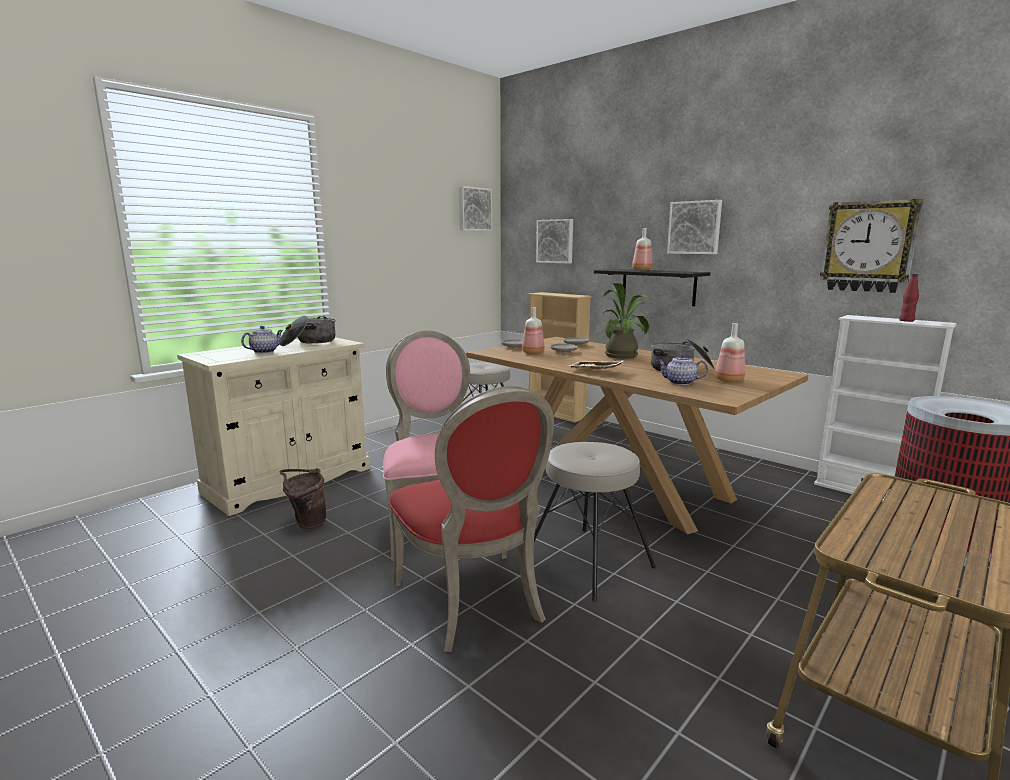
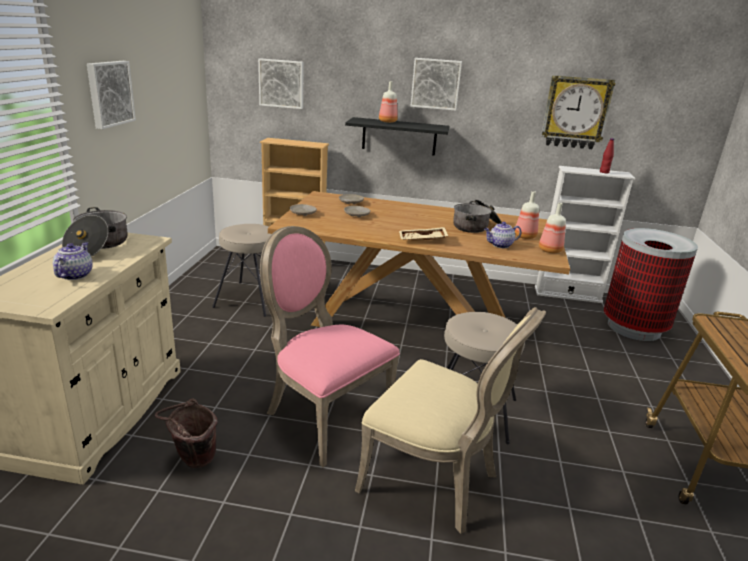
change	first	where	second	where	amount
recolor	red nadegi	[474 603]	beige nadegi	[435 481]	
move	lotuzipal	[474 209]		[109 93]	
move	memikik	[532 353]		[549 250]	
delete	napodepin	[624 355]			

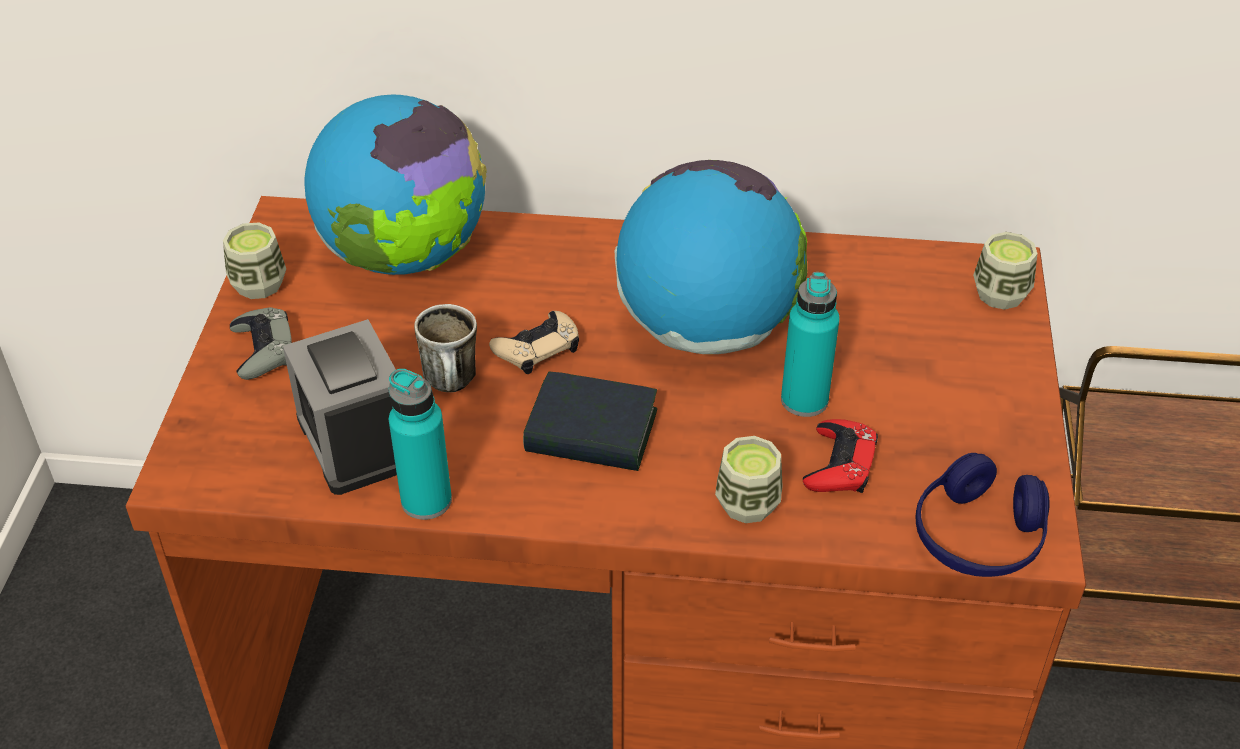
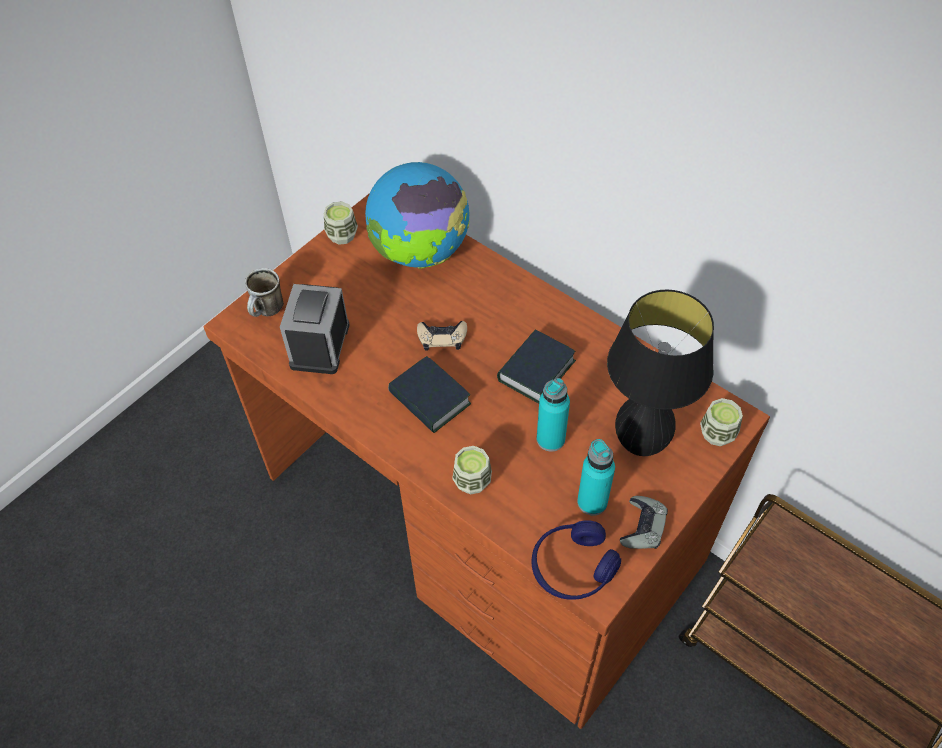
change	first	where	second	where	amount
move	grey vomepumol	[263 350]		[643 527]	
move	turquoise memikik	[426 500]		[592 502]	
move	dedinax	[454 385]		[268 312]	
replace	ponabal	[707 329]	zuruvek	[536 371]	
delete	red vomepumol	[839 464]			
insert			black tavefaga	[640 443]	

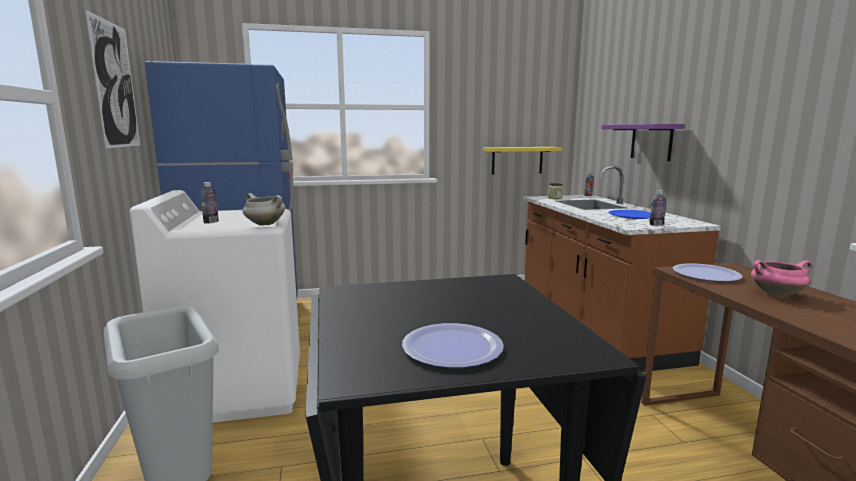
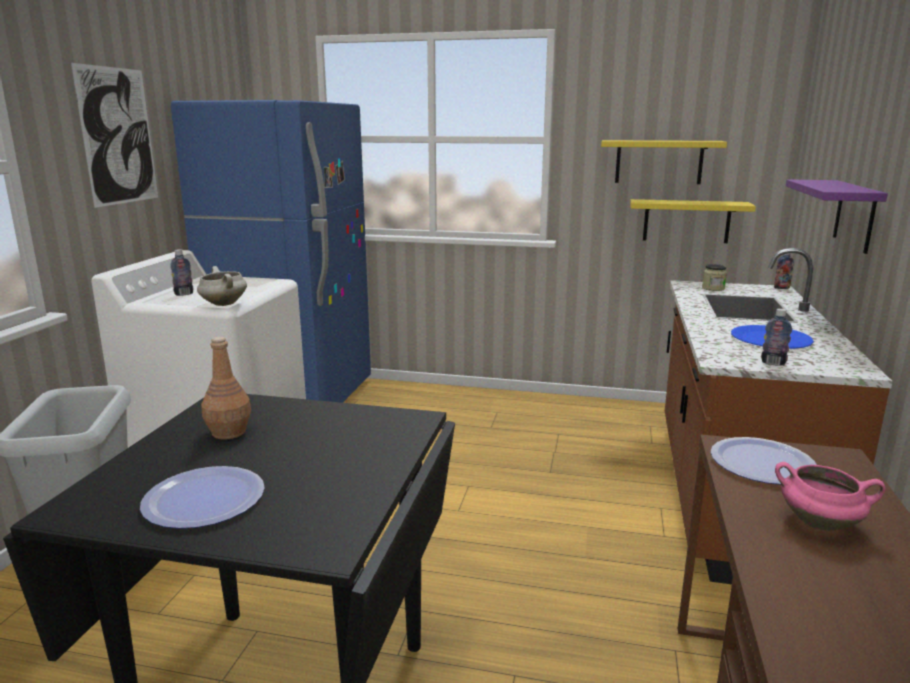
change	first	where	second	where	amount
insert			brown memikik	[228 432]	
insert			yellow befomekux	[659 162]	

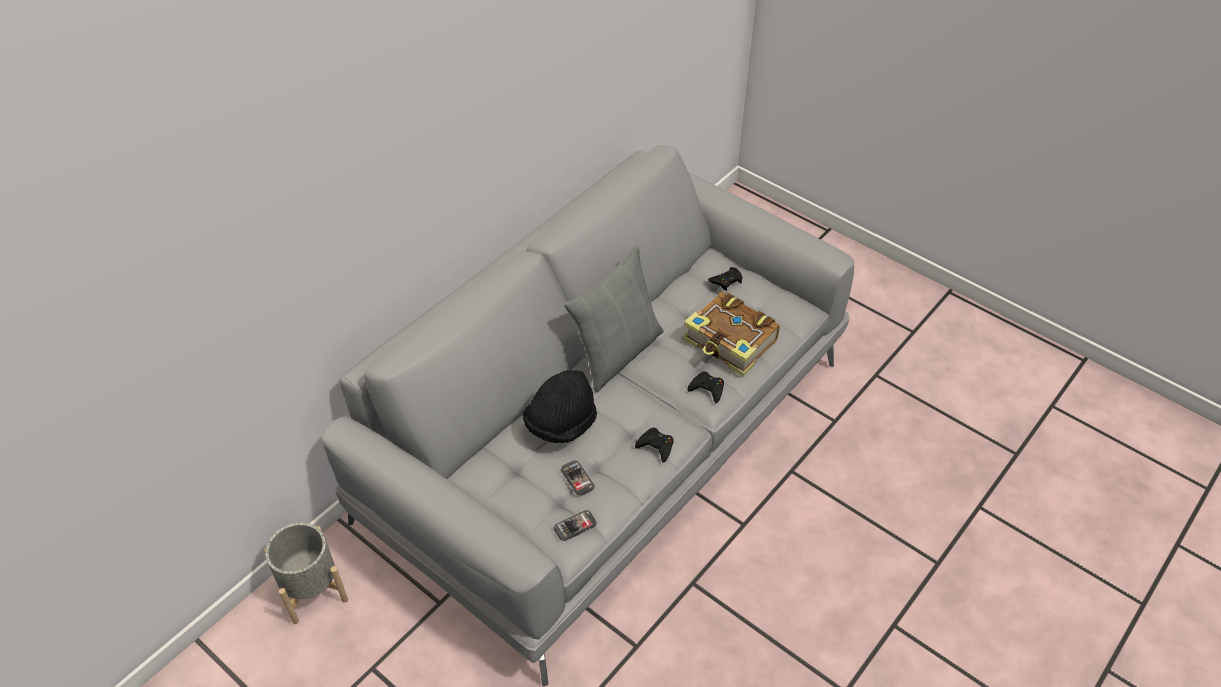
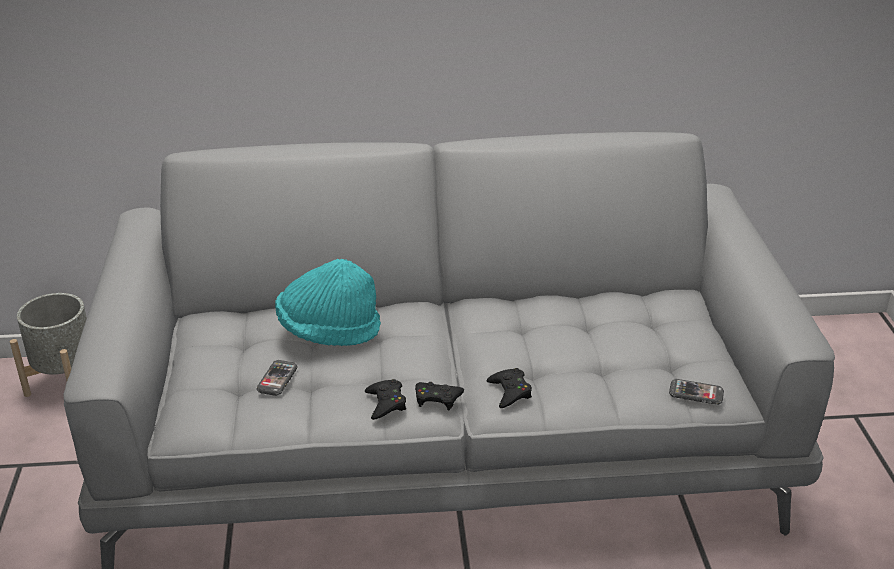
change	first	where	second	where	amount
recolor	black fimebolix	[561 424]	turquoise fimebolix	[328 331]	
move	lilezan	[575 526]		[696 393]	
delete	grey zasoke	[617 353]			
delete	zuruvek	[730 343]			
move	black vomepumol	[726 281]		[437 398]	

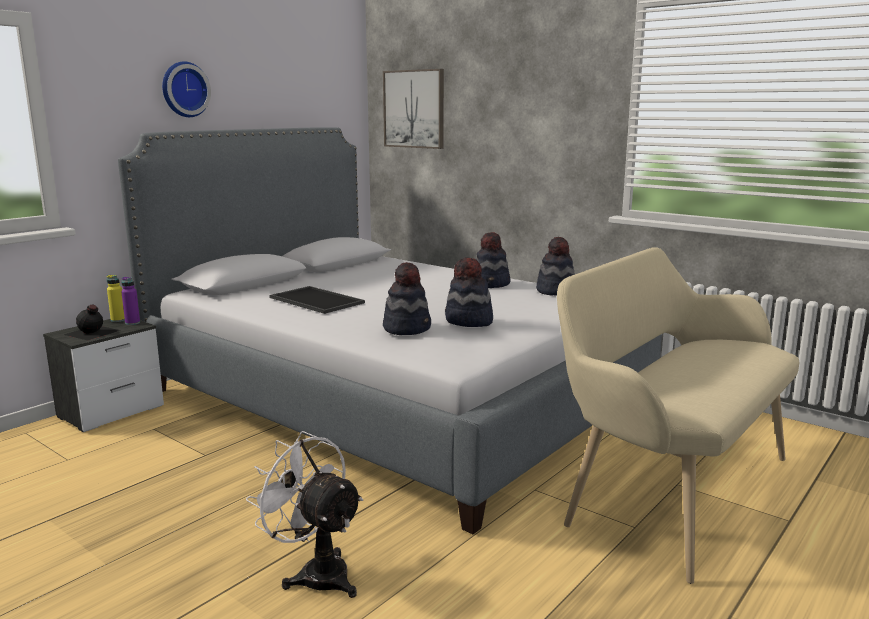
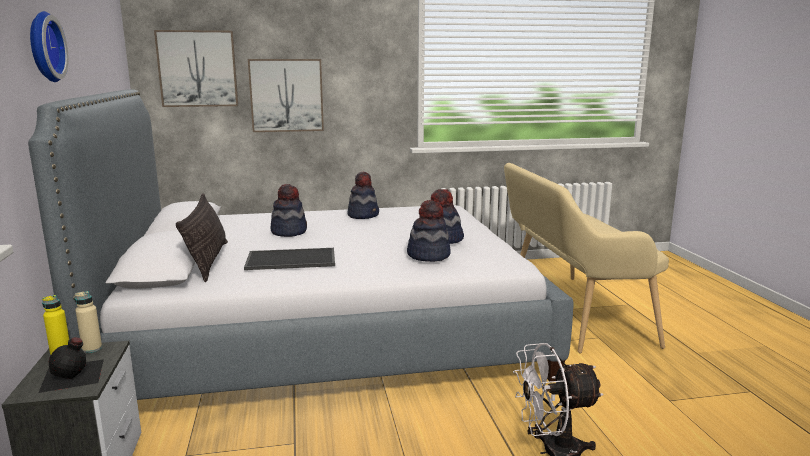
change	first	where	second	where	amount
recolor	purple memikik	[132 323]	beige memikik	[92 348]	
move	fimebolix	[556 291]		[289 232]	
insert			zasoke	[208 261]	
insert			lotuzipal	[286 95]	

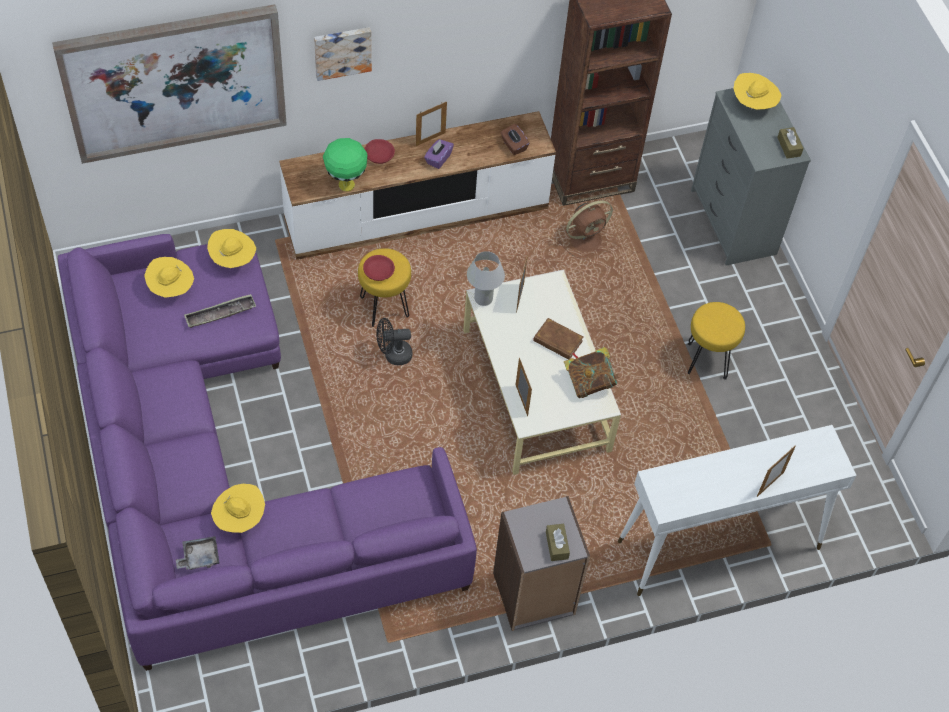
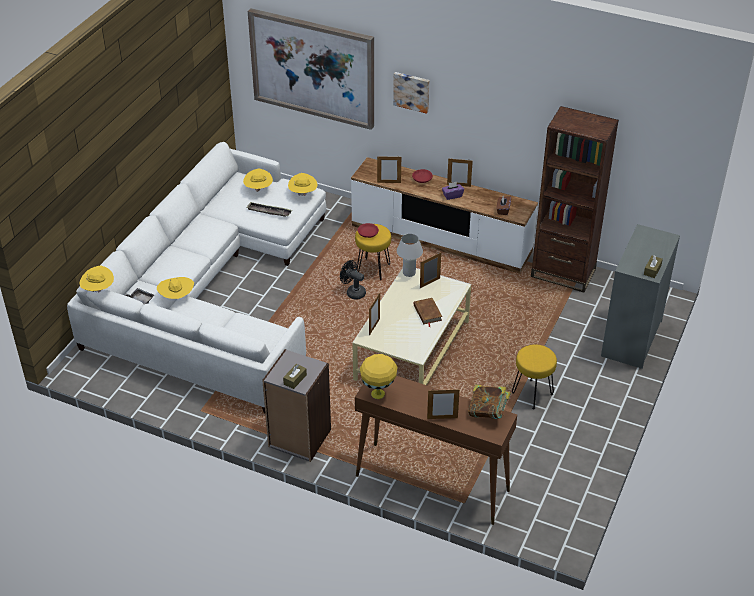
change	first	where	second	where	amount
recolor	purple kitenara	[224 471]	white kitenara	[210 293]	
replace	green tavefaga	[346 184]	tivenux	[389 182]	
delete	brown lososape	[587 239]			
move	zuruvek	[589 382]		[488 412]	
recolor	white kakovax	[718 545]	brown kakovax	[431 483]	
move	yellow fimebolix	[753 104]		[98 290]	
insert			yellow tavefaga	[378 394]	

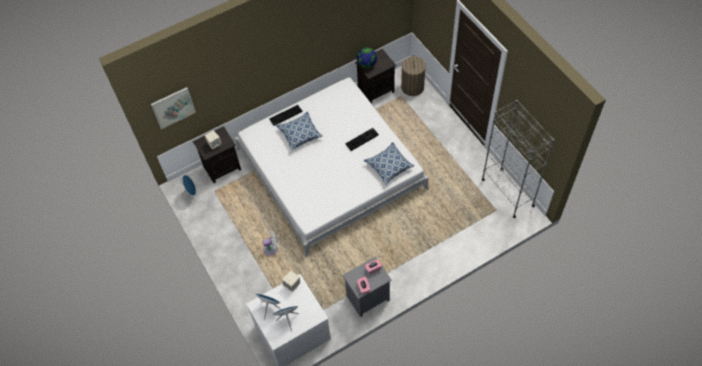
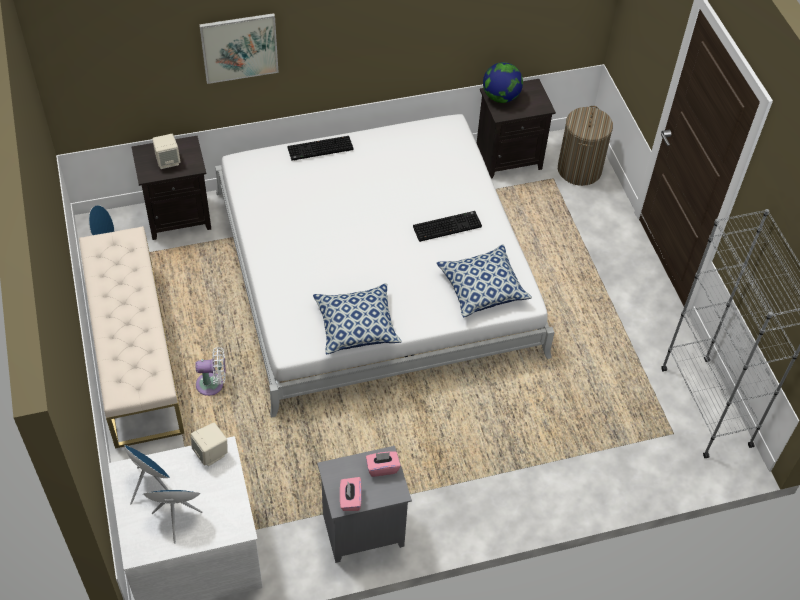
change	first	where	second	where	amount
move	lotuzipal	[173 107]		[239 47]	
move	zasoke	[300 134]		[357 326]	
insert			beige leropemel	[134 352]	

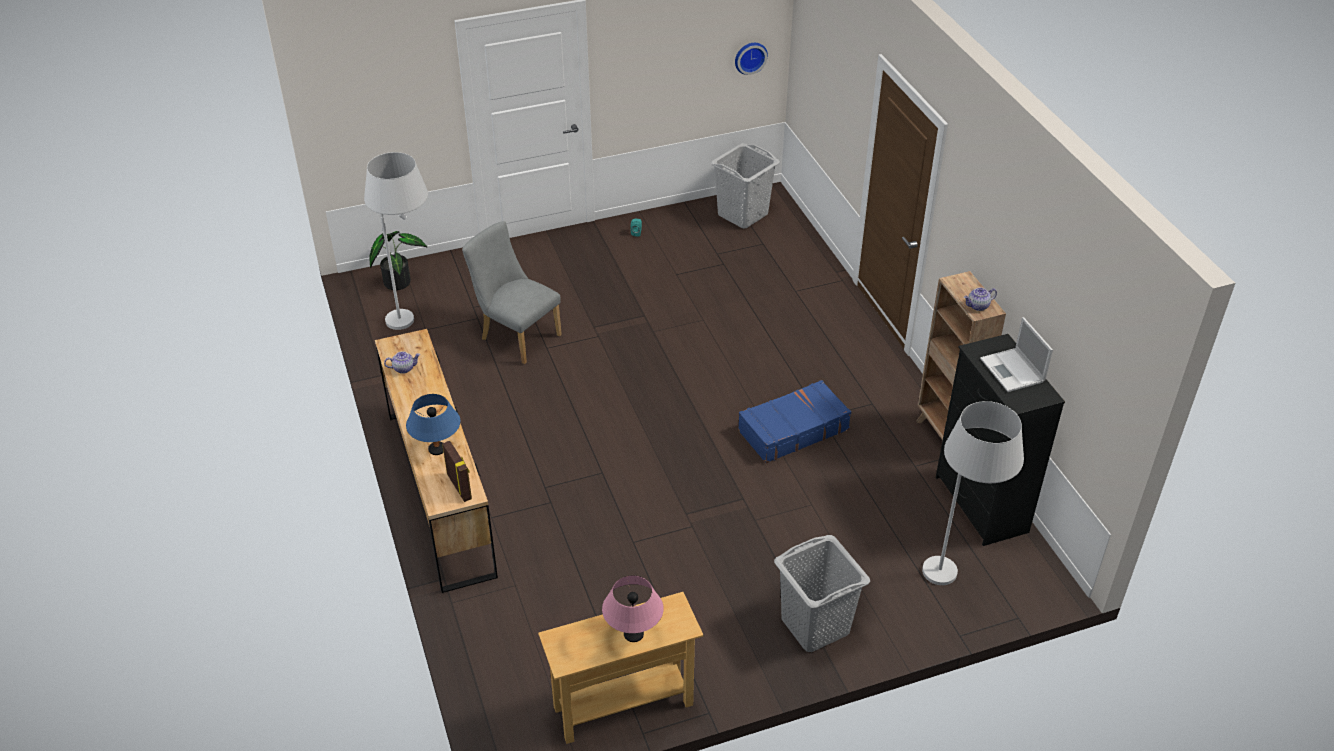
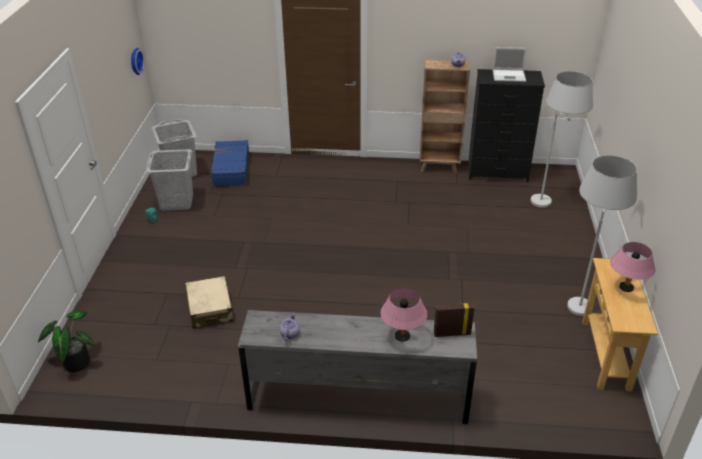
change	first	where	second	where	amount
move	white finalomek	[416 320]		[581 298]	
recolor	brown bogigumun	[440 492]	grey bogigumun	[358 398]	
recolor	blue tavefaga	[437 449]	pink tavefaga	[402 336]	
replace	grey nadegi	[516 335]	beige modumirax	[210 309]	
move	blue modumirax	[792 430]		[231 169]	
move	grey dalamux	[815 626]		[177 202]	

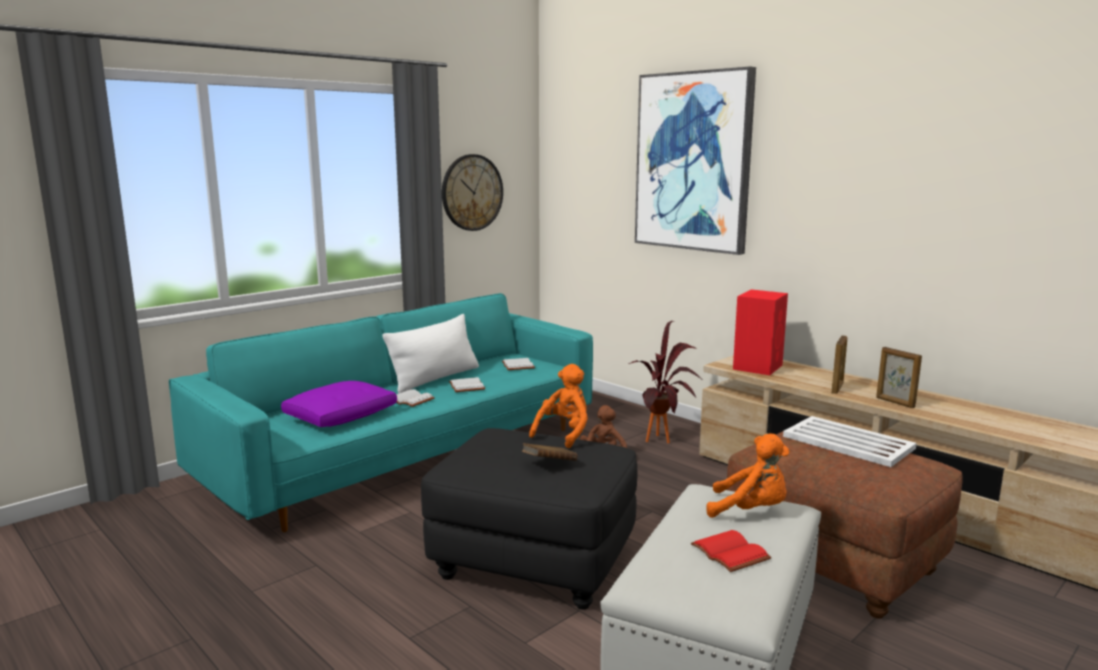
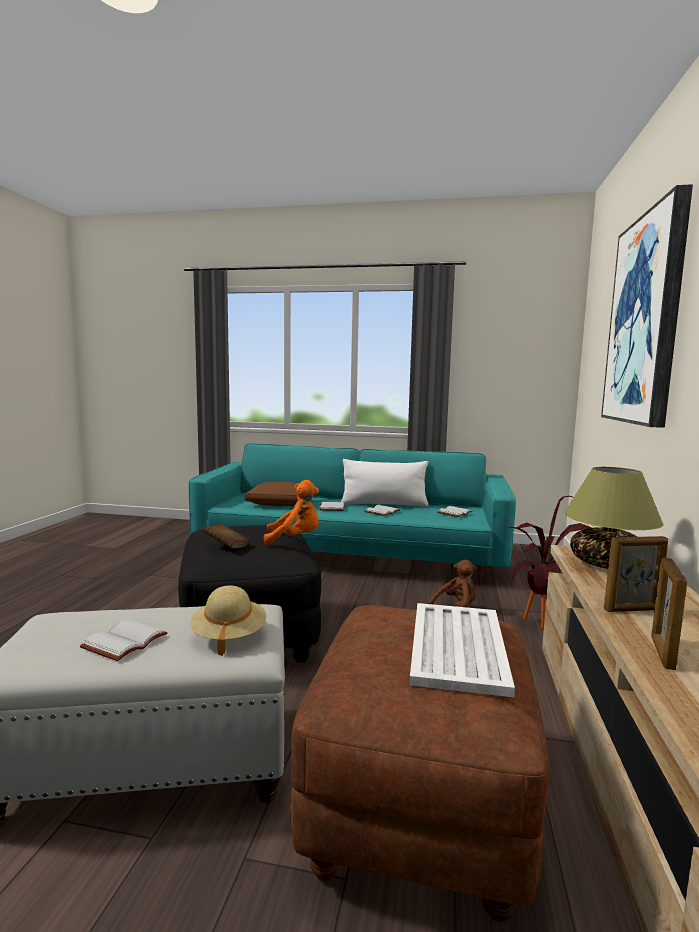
change	first	where	second	where	amount
recolor	purple zasoke	[342 417]	brown zasoke	[282 504]	
delete	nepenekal	[472 192]			
recolor	red zuruvek	[732 553]	white zuruvek	[125 643]	
replace	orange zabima	[750 511]	beige fimebolix	[229 636]	
replace	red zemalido	[758 367]	tavefaga	[607 563]	

